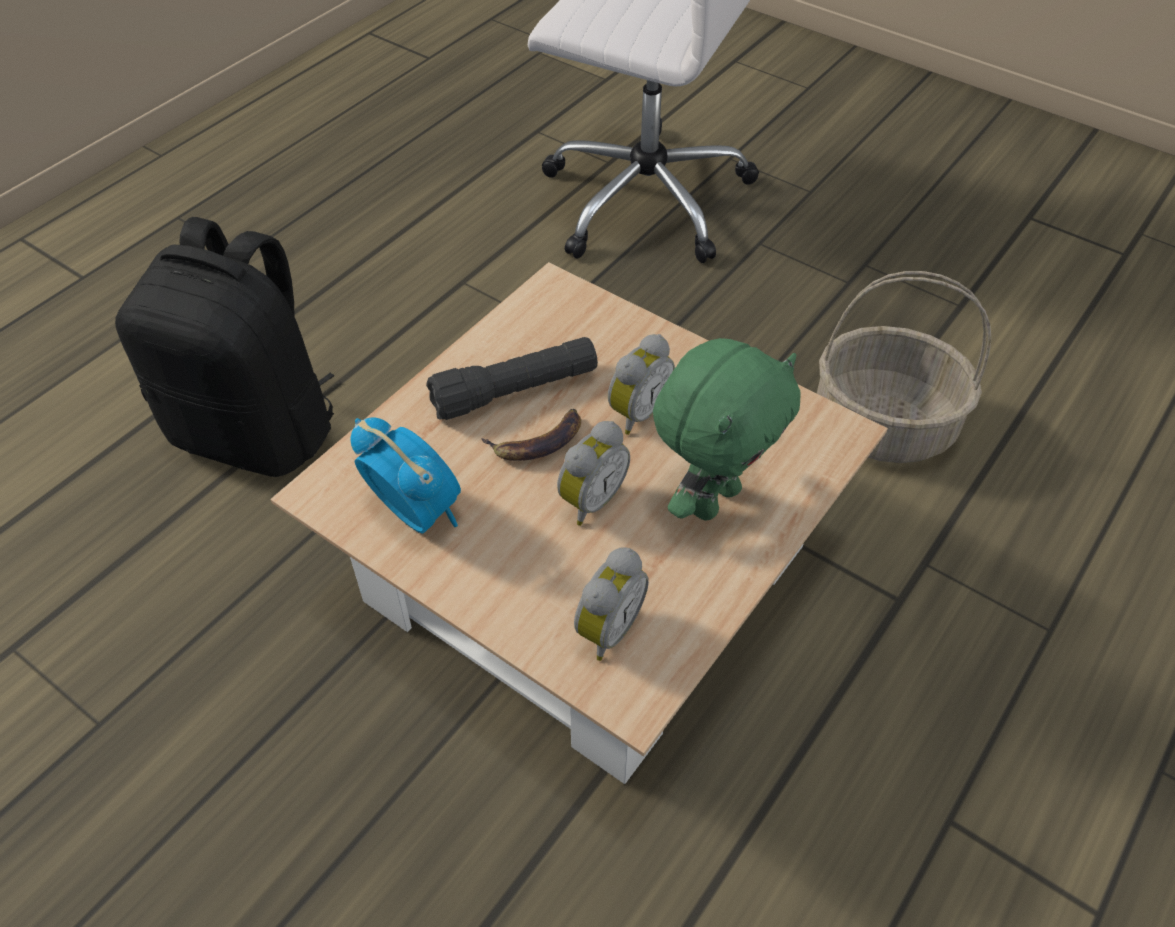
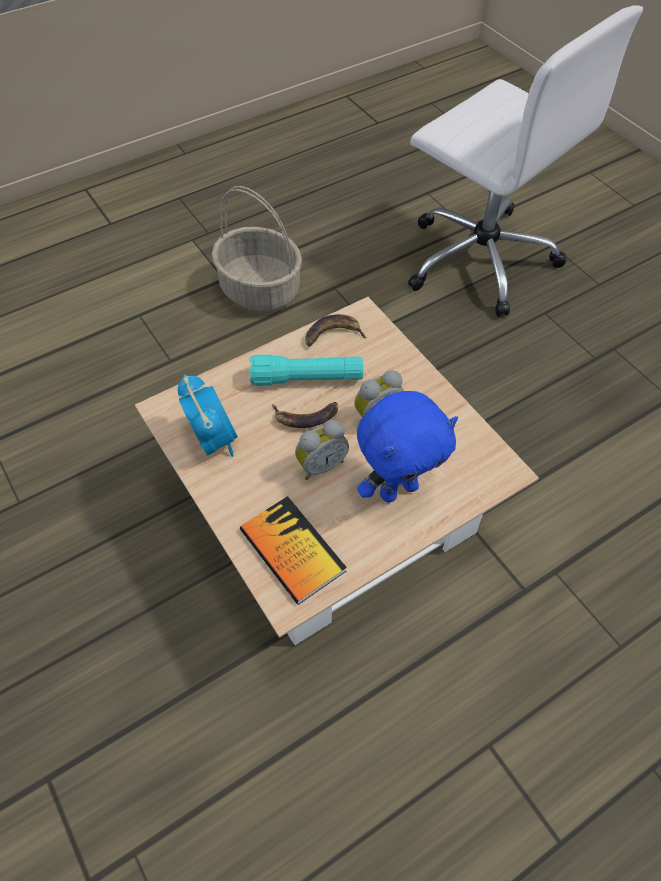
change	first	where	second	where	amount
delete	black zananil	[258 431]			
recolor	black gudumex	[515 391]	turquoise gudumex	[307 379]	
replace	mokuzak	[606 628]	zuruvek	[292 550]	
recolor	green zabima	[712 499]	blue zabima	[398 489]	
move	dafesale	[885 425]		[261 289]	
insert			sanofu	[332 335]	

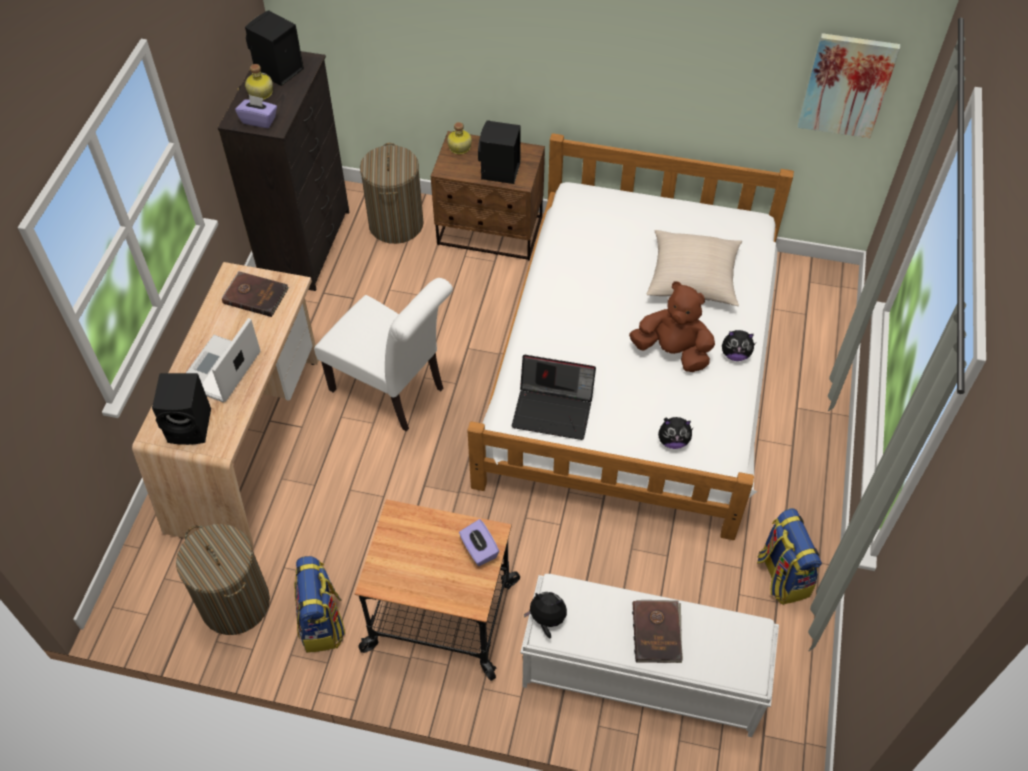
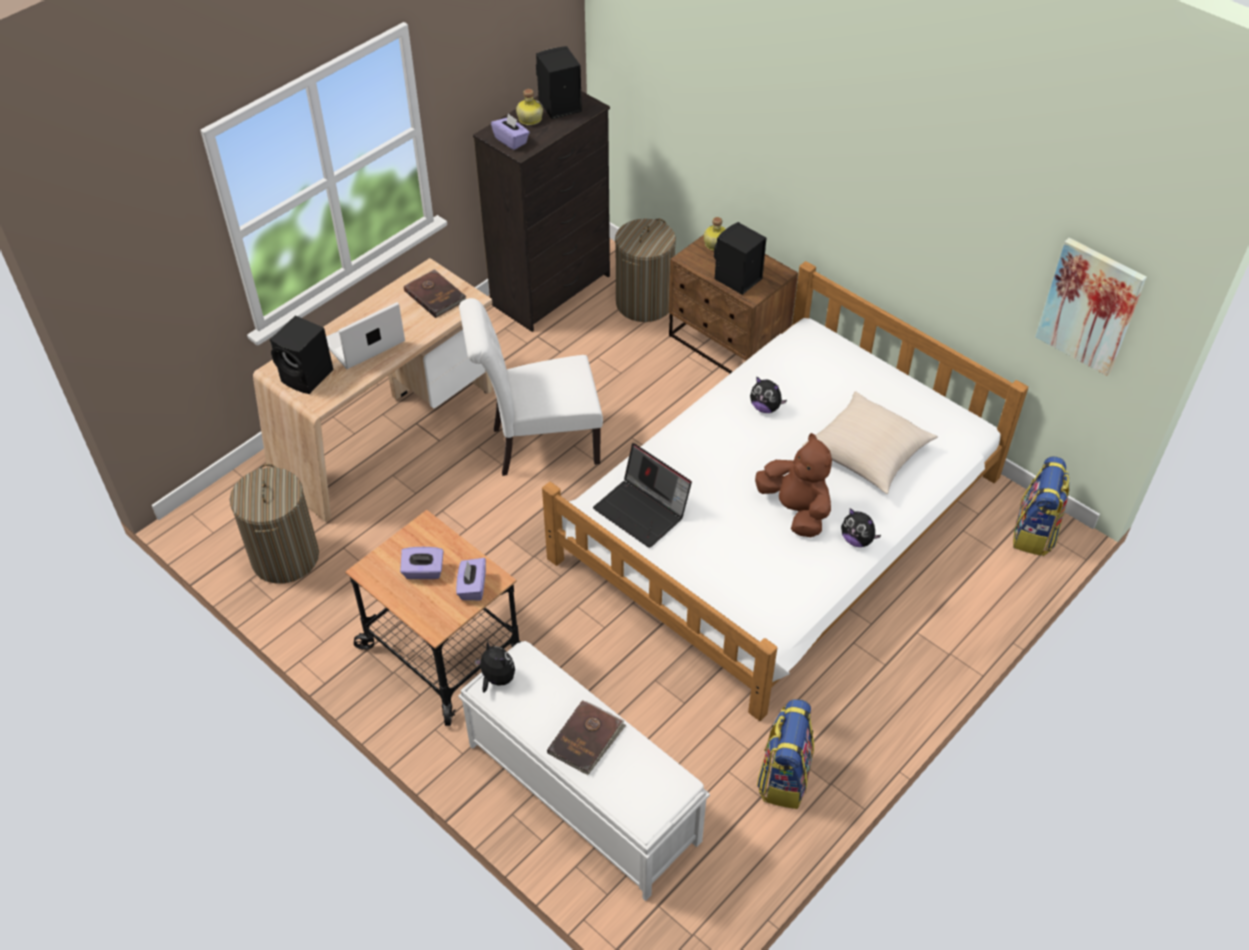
change	first	where	second	where	amount
move	zananil	[322 623]		[1034 533]	
rotate	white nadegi	[393 391]		[538 445]	105 degrees clockwise
move	zabima	[673 441]		[765 407]	
insert			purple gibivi	[423 571]	

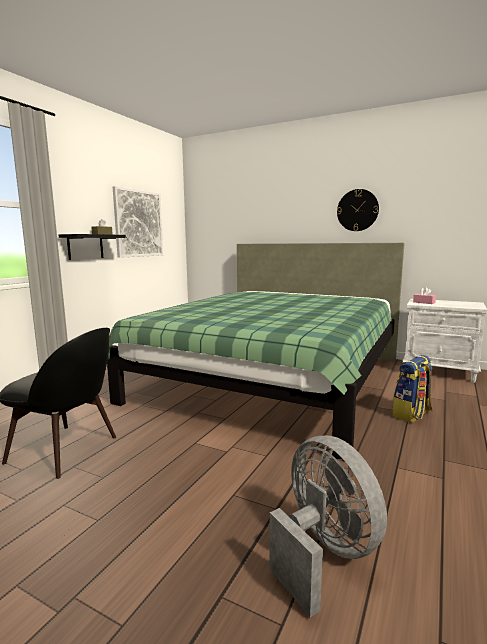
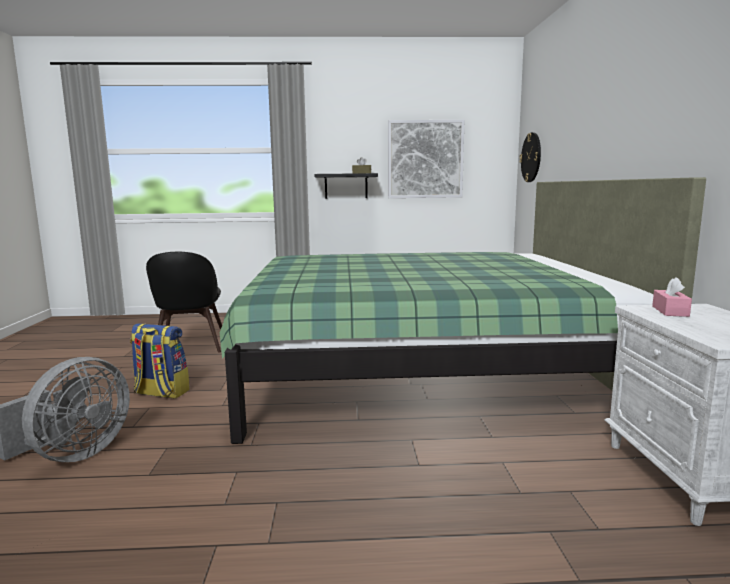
change	first	where	second	where	amount
move	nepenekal	[357 210]		[531 157]	
move	zananil	[412 414]		[161 393]	

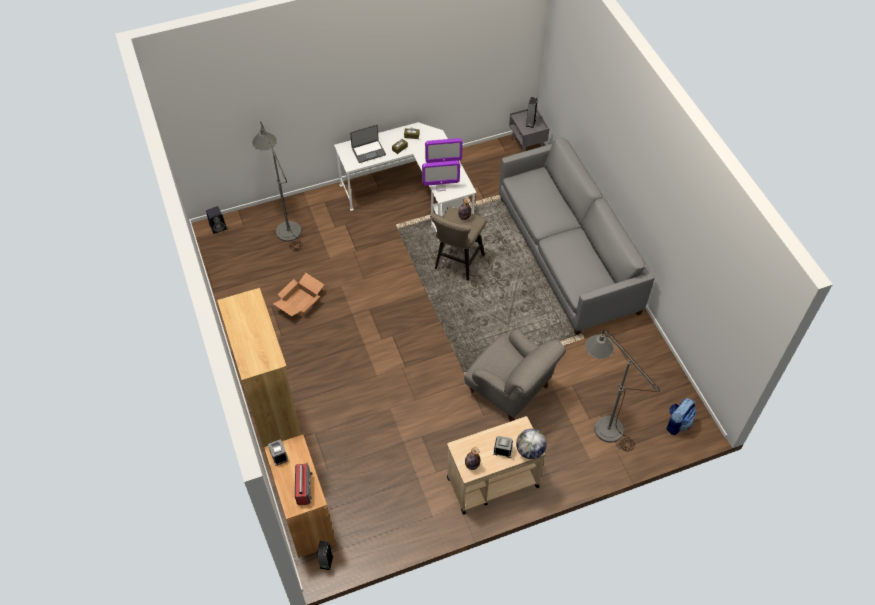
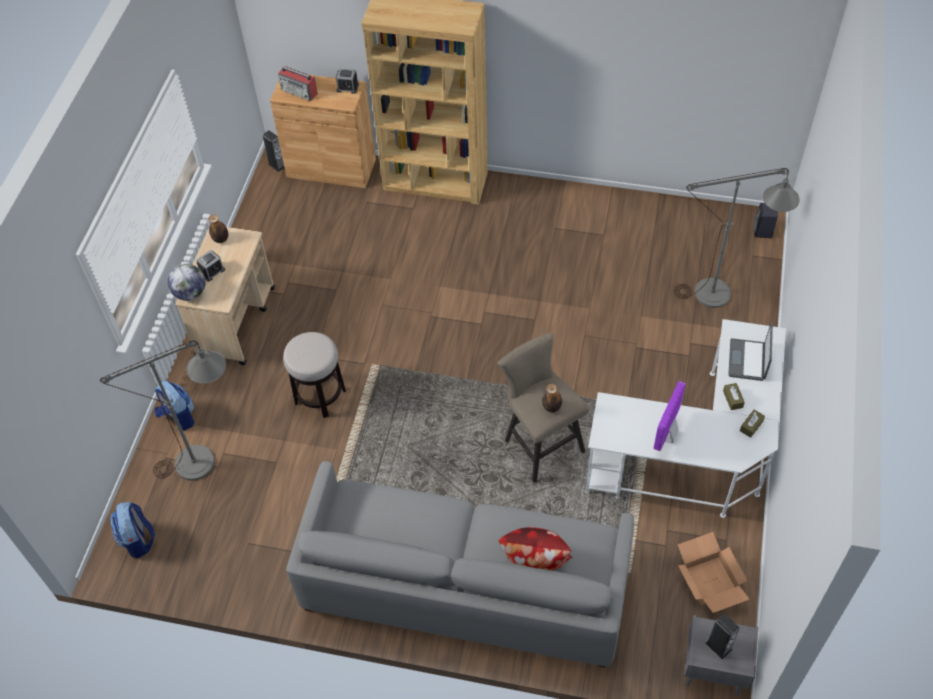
change	first	where	second	where	amount
move	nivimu	[300 302]		[708 580]	
delete	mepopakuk	[440 187]			
replace	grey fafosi	[510 391]	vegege	[320 396]	
insert			zananil	[178 417]	
insert			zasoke	[535 562]	

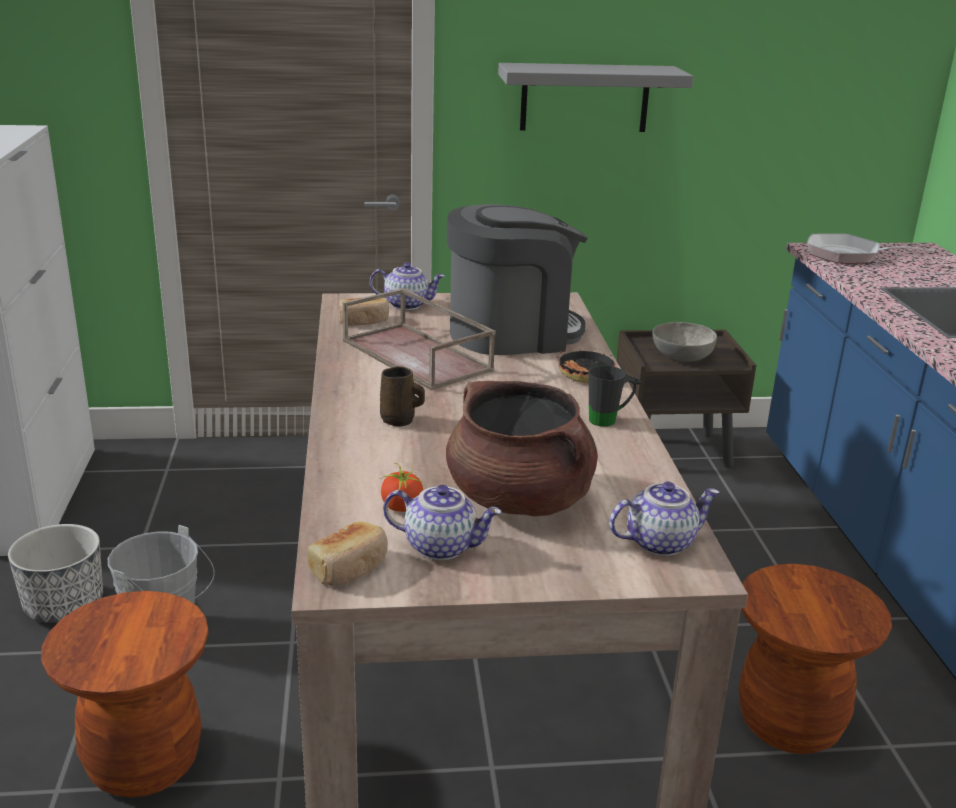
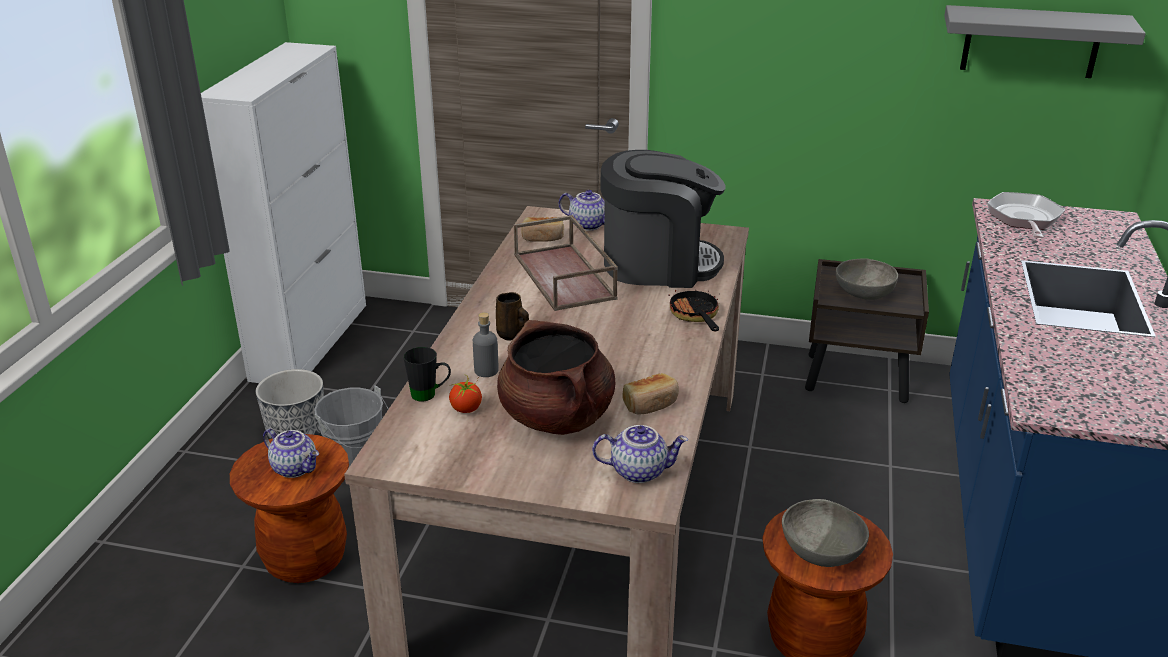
change	first	where	second	where	amount
move	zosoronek	[350 568]		[651 404]	
move	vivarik	[442 546]		[296 468]	
move	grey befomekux	[584 98]		[1031 42]	
move	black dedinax	[609 420]		[430 395]	
rotate	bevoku	[849 255]		[1024 219]	60 degrees clockwise
insert			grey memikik	[486 370]	
insert			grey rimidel	[821 552]	

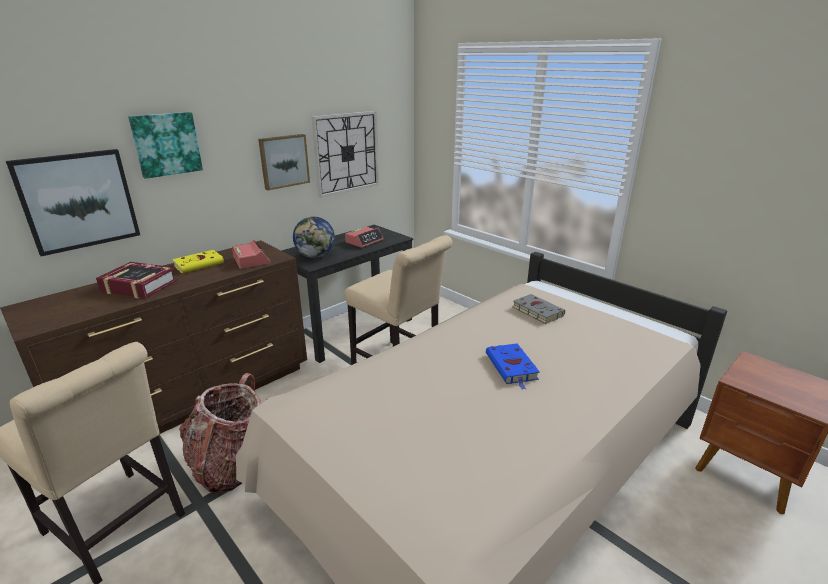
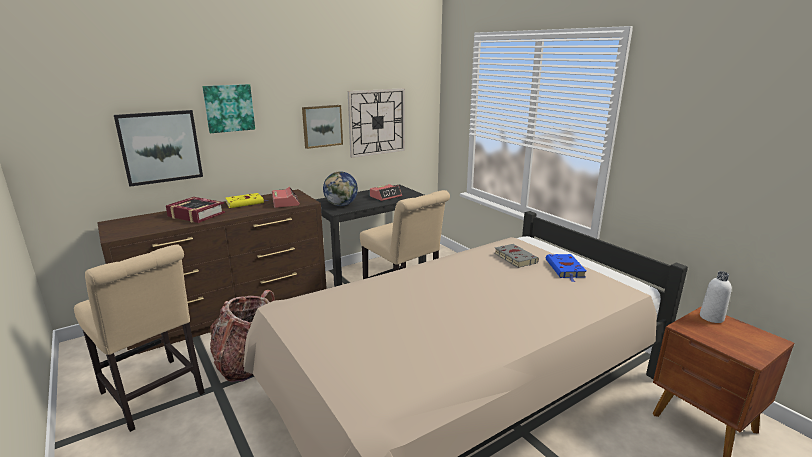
change	first	where	second	where	amount
move	blue zuruvek	[512 368]		[565 269]	
insert			white memikik	[711 317]	

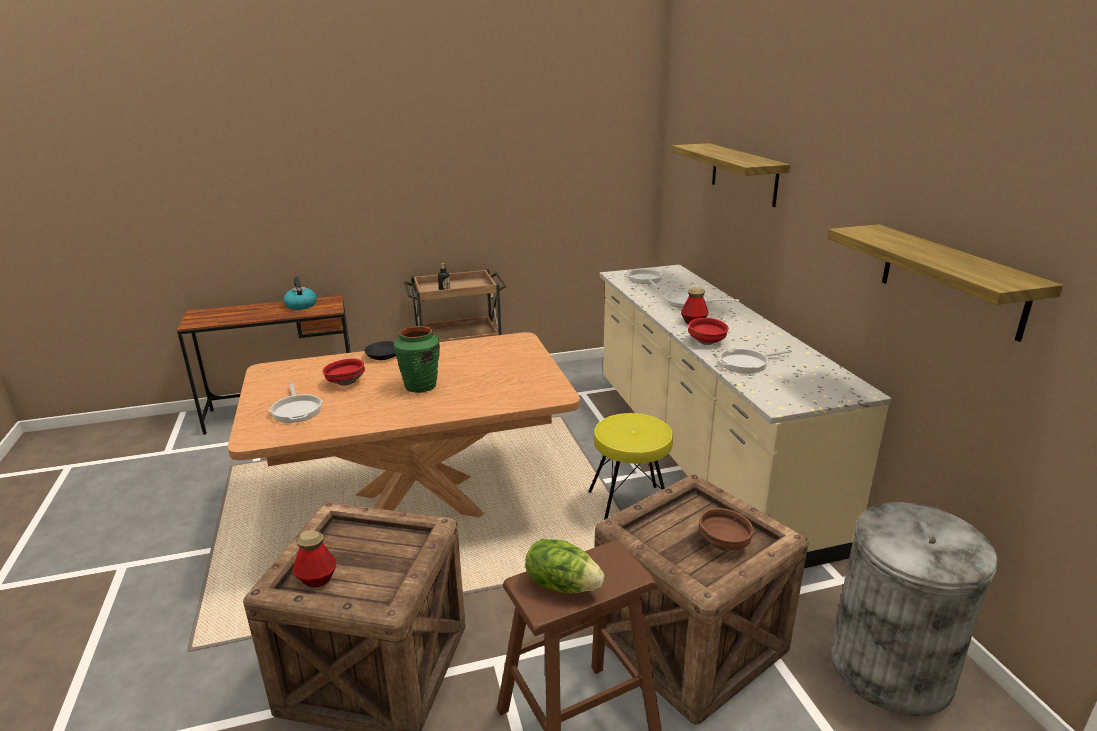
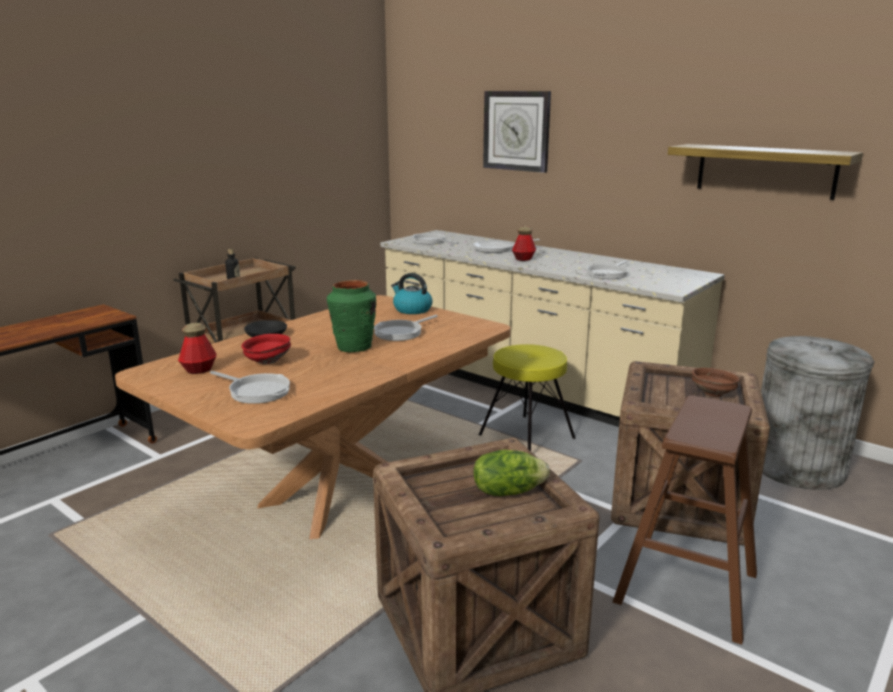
change	first	where	second	where	amount
move	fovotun	[301 305]		[412 309]	
move	memikik	[317 579]		[199 370]	
move	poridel	[562 584]		[507 491]	
replace	befomekux	[744 174]	nepenekal	[516 131]	
delete	red rimidel	[707 342]			
insert			bevoku	[401 332]	

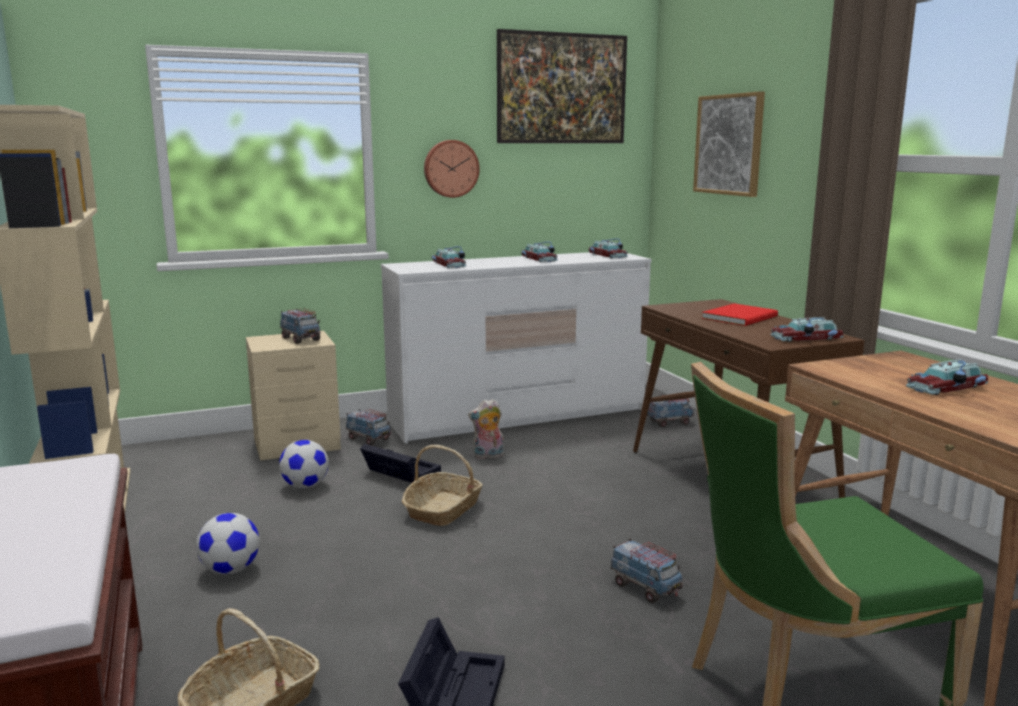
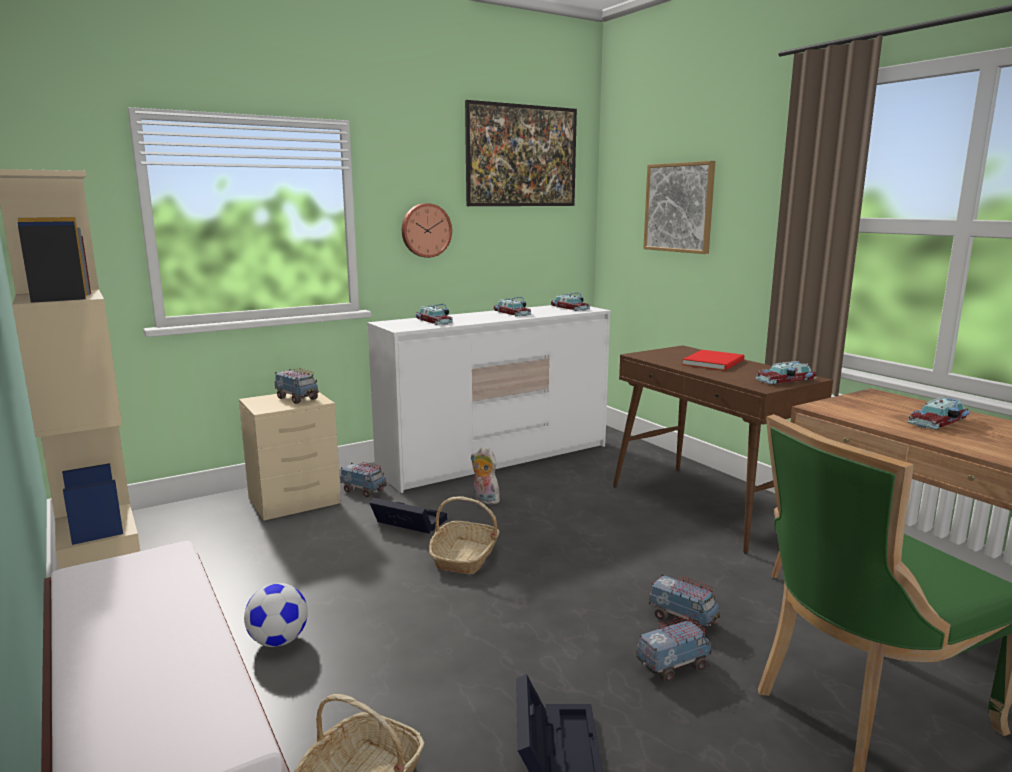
change	first	where	second	where	amount
delete	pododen	[305 486]			
rotate	zabima	[488 456]		[484 500]	60 degrees clockwise
move	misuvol	[669 422]		[673 666]	

